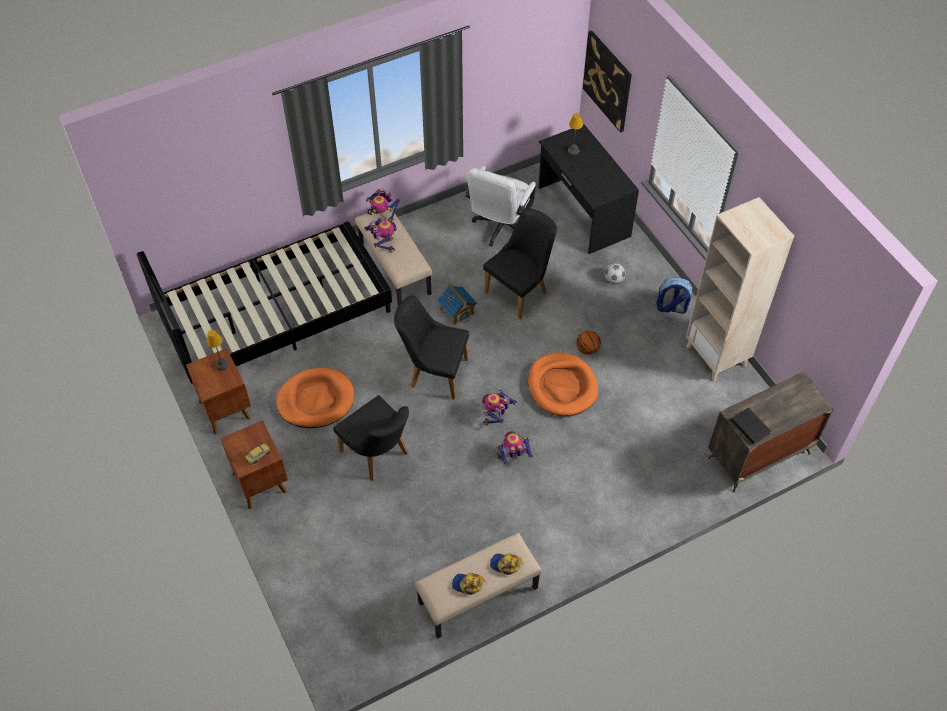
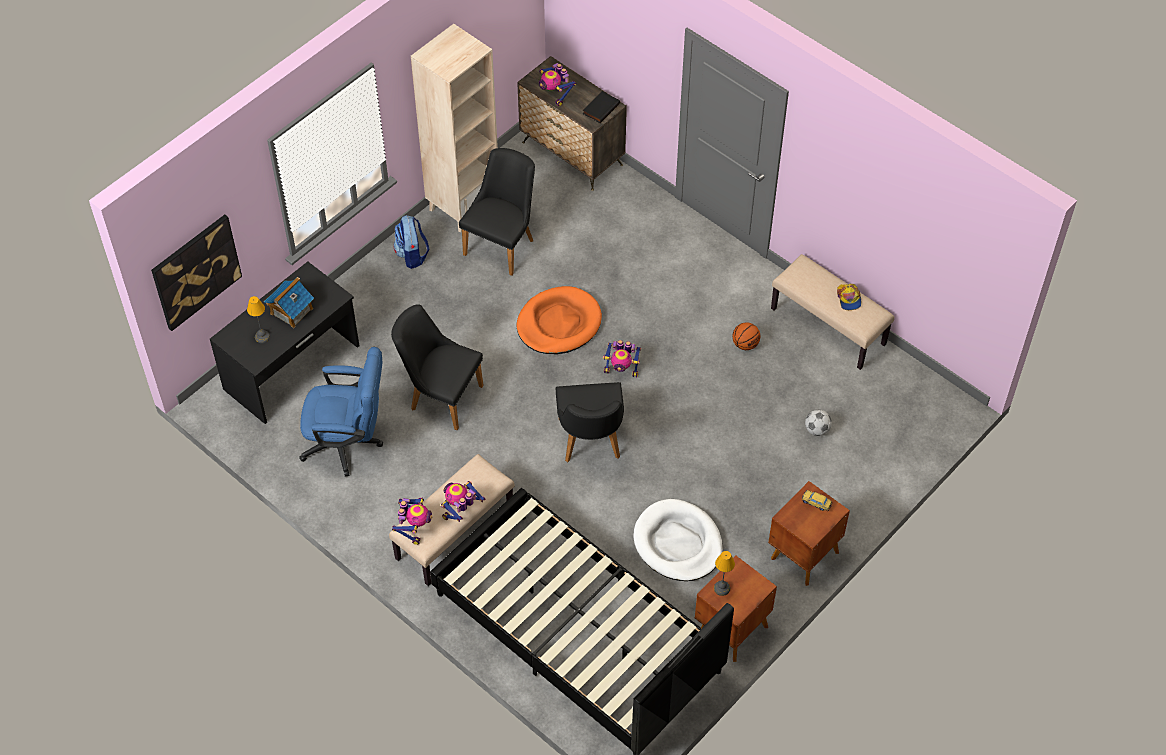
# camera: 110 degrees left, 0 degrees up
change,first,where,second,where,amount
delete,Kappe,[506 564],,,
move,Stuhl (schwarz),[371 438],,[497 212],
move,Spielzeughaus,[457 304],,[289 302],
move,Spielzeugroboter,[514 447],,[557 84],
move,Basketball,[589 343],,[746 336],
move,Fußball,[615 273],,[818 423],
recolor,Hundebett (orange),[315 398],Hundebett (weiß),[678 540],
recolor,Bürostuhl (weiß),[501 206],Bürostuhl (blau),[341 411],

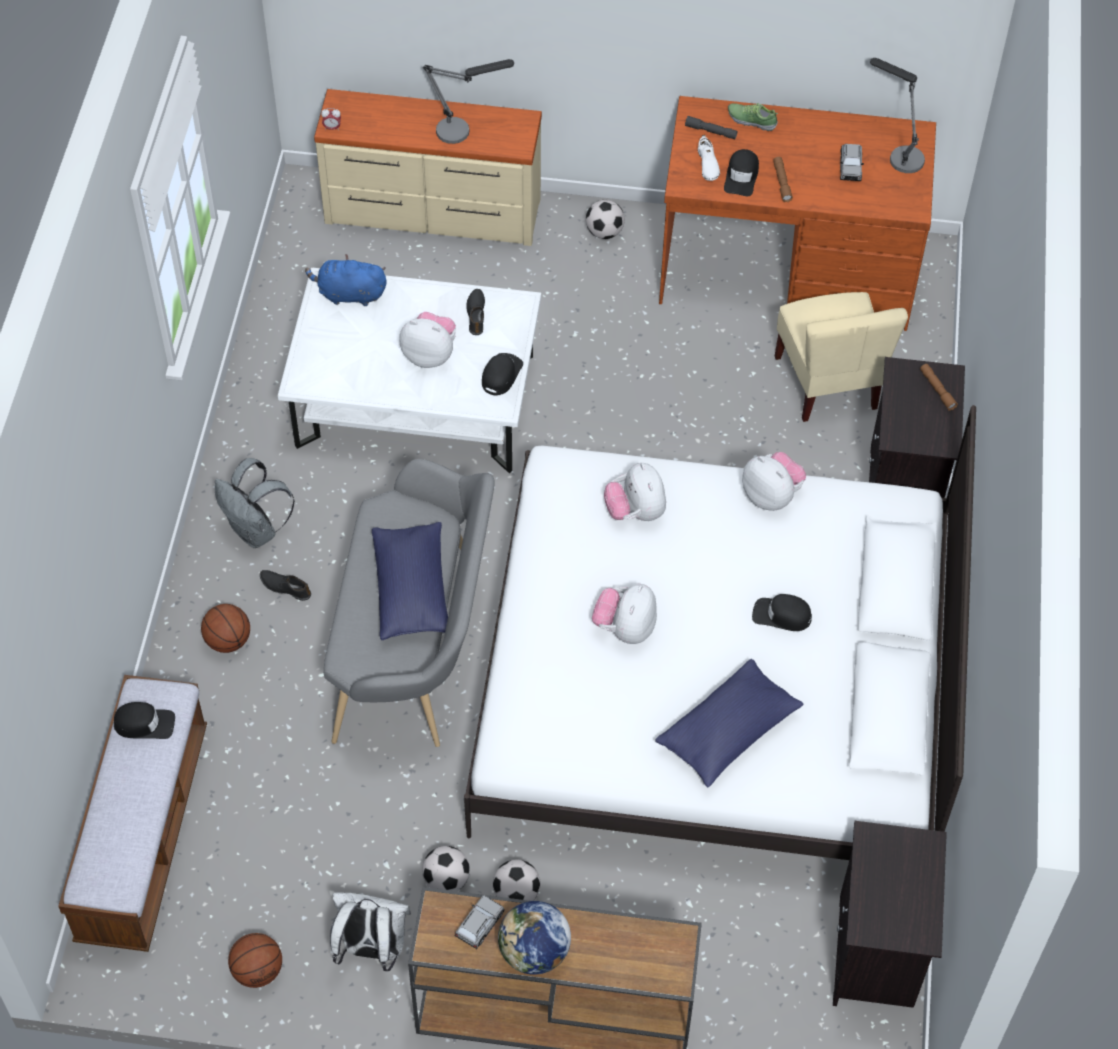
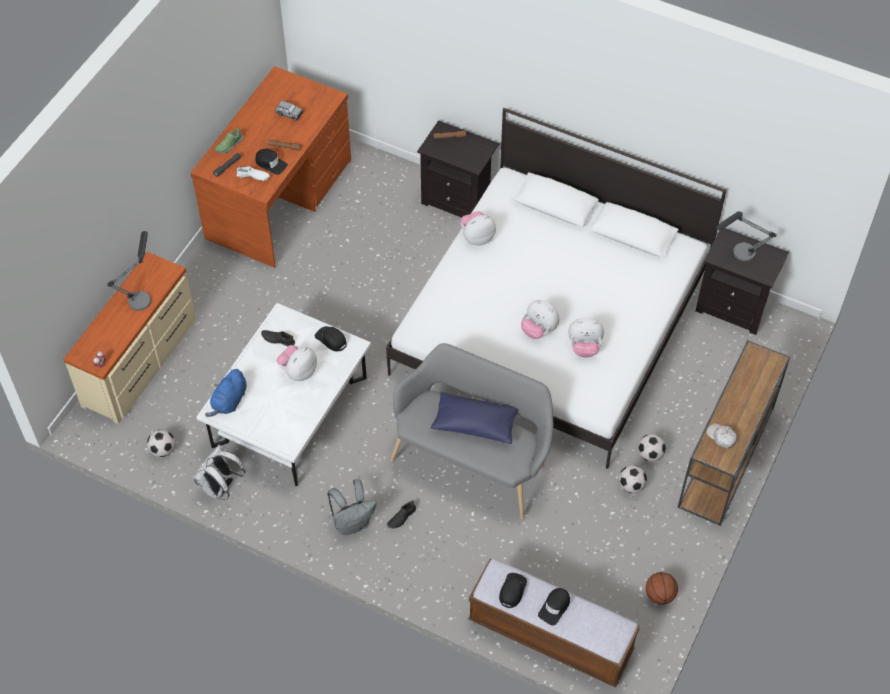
# camera: 70 degrees left, 0 degrees up
change,first,where,second,where,amount
delete,Basketball,[225 628],,,
delete,Globus,[534 938],,,
delete,Kissen (blau),[729 723],,,
delete,Stuhl (beige),[841 357],,,
move,Rucksack (weiß),[370 931],,[219 472],
move,Fußball,[605 219],,[161 443],
move,Plüschtier,[635 492],,[586 337],
move,Kappe (schwarz),[782 612],,[554 607],
move,Tischlampe,[897 115],,[746 236],
replace,Spielzeugauto (grau),[479 922],Kappe (weiß),[722 436],

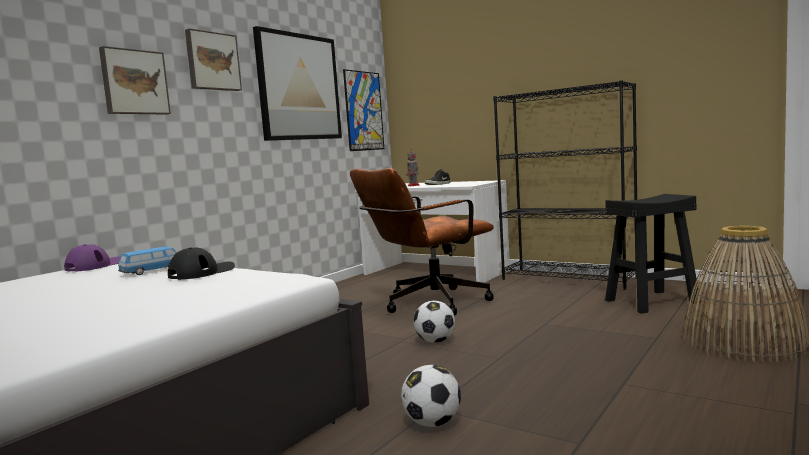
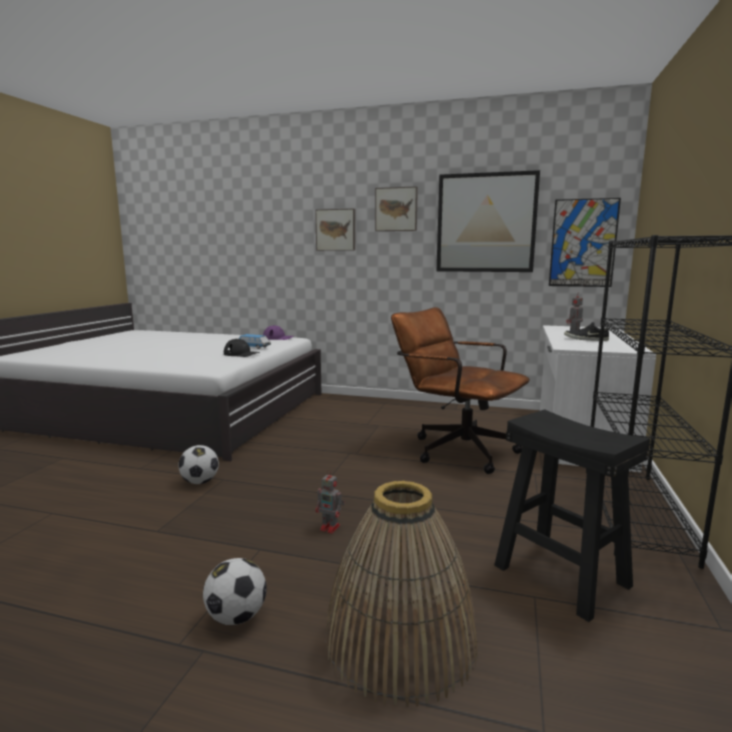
# camera: 70 degrees right, 5 degrees up
change,first,where,second,where,amount
insert,,,Spielzeugroboter,[330 502],
move,Fußball,[434 322],,[235 591],

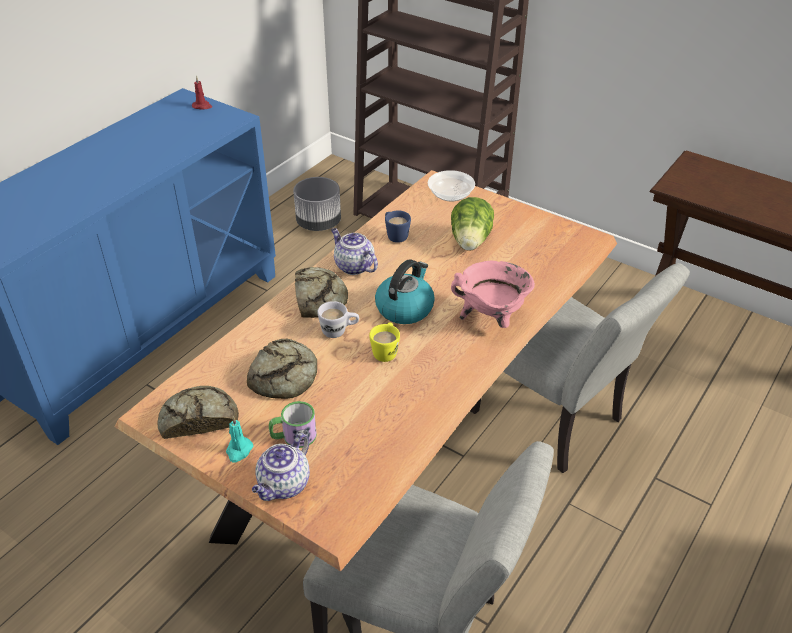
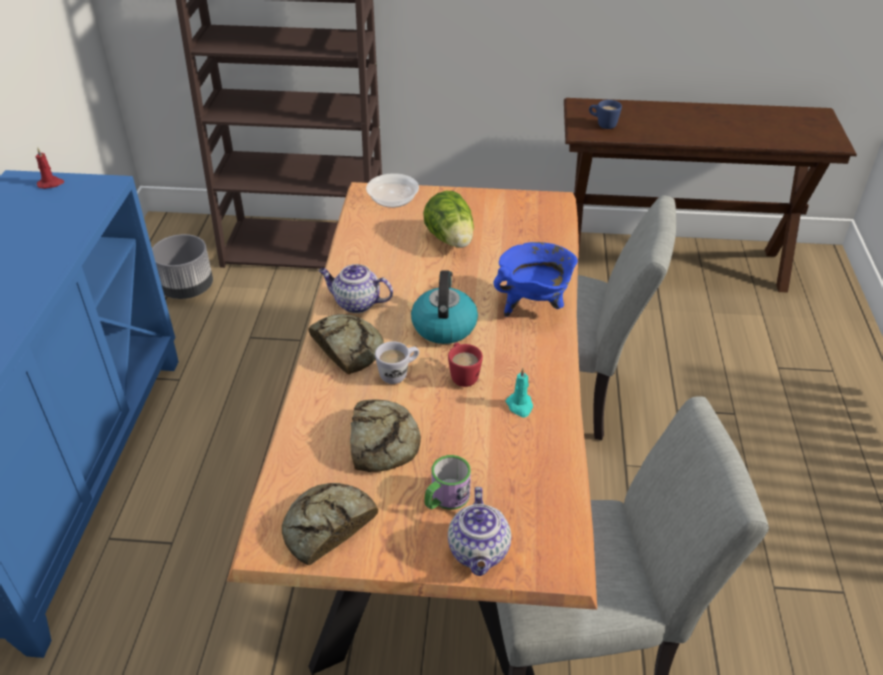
# camera: 30 degrees left, 0 degrees up
change,first,where,second,where,amount
move,Kerze (türkis),[239 439],,[519 392],
move,Henkelbecher (blau),[398 226],,[605 114],
recolor,Henkelbecher (gelb),[384 342],Henkelbecher (rot),[465 365],
recolor,Kochtopf (rosa),[493 294],Kochtopf (blau),[536 279],

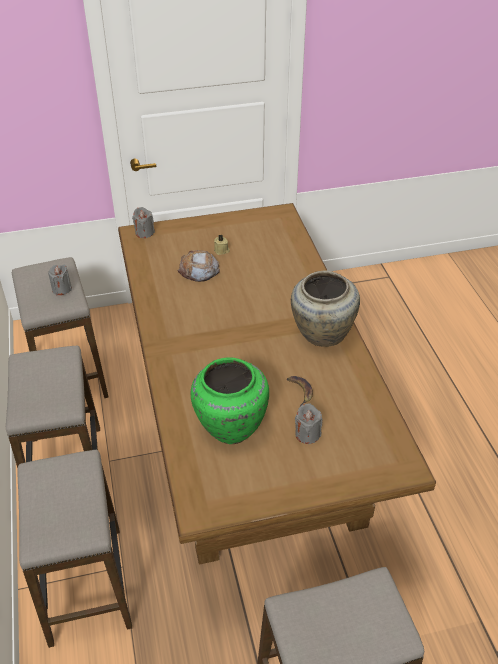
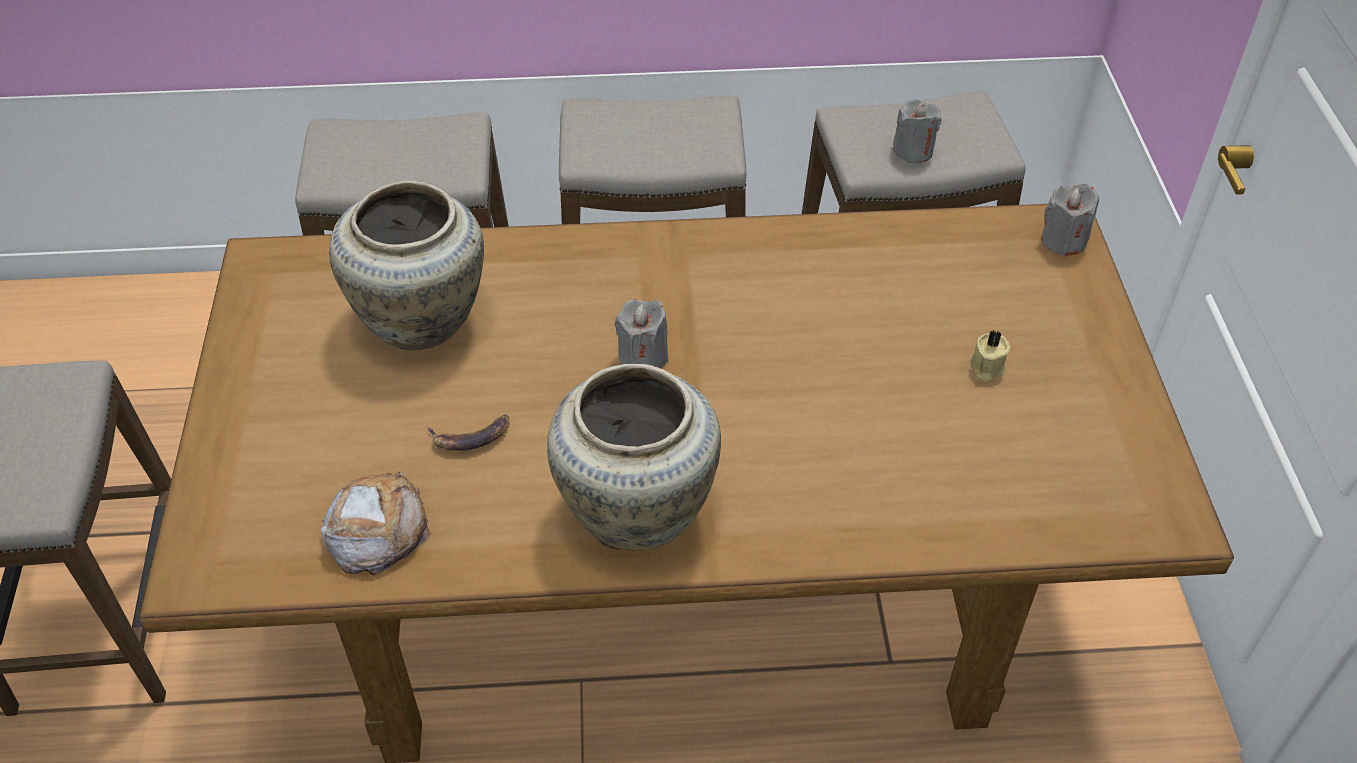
# camera: 100 degrees right, 5 degrees up
change,first,where,second,where,amount
move,Brot,[199 266],,[376 523],
move,Kerze (grau),[308 423],,[642 333],
recolor,Vase (grün),[230 400],Vase (beige),[406 265],

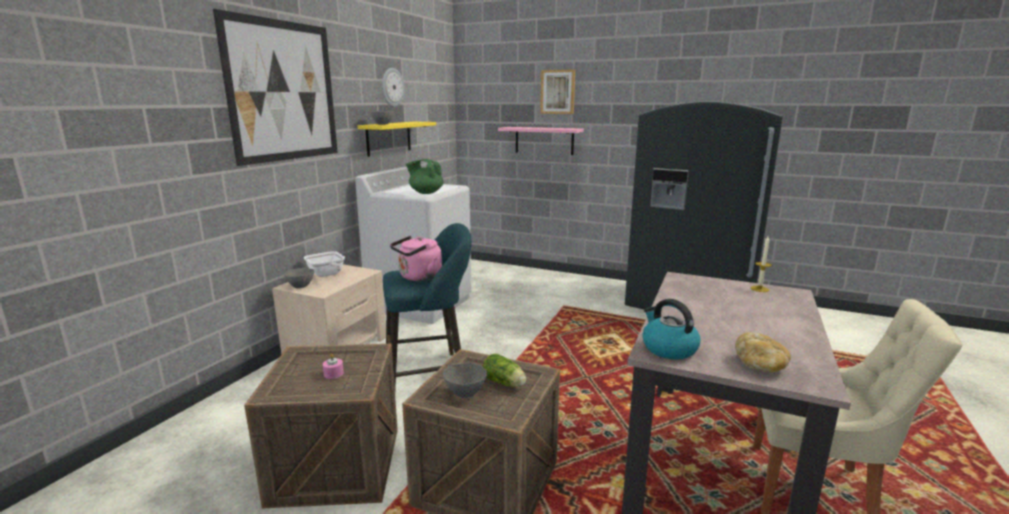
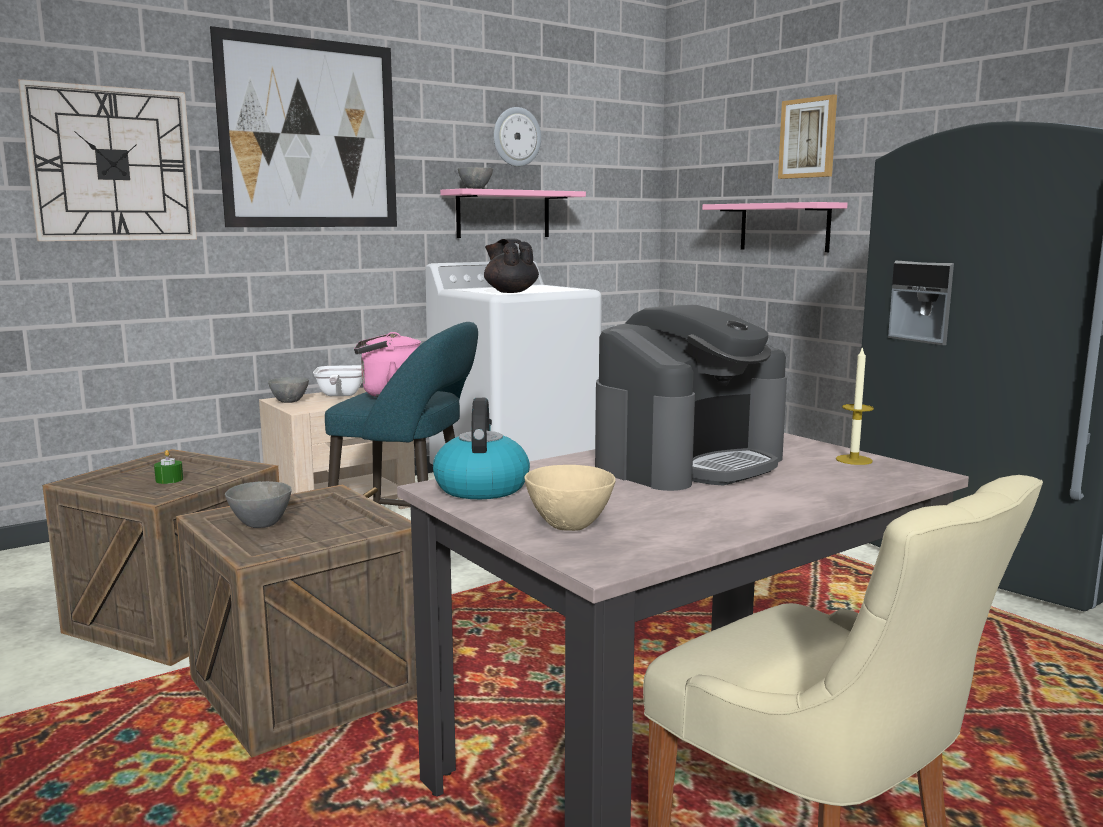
# camera: 30 degrees right, 5 degrees down
change,first,where,second,where,amount
delete,Salatkopf,[504 370],,,
insert,,,Wanduhr,[107 160],
insert,,,Kaffeemaschine,[691 398],
replace,Brot,[763 352],Schüssel (beige),[570 498],
recolor,Kerze (rosa),[333 366],Kerze (grün),[168 467],
recolor,Wandregal (gelb),[397 139],Wandregal (rosa),[513 213],
recolor,Teekanne (grün),[425 176],Teekanne (schwarz),[511 265],

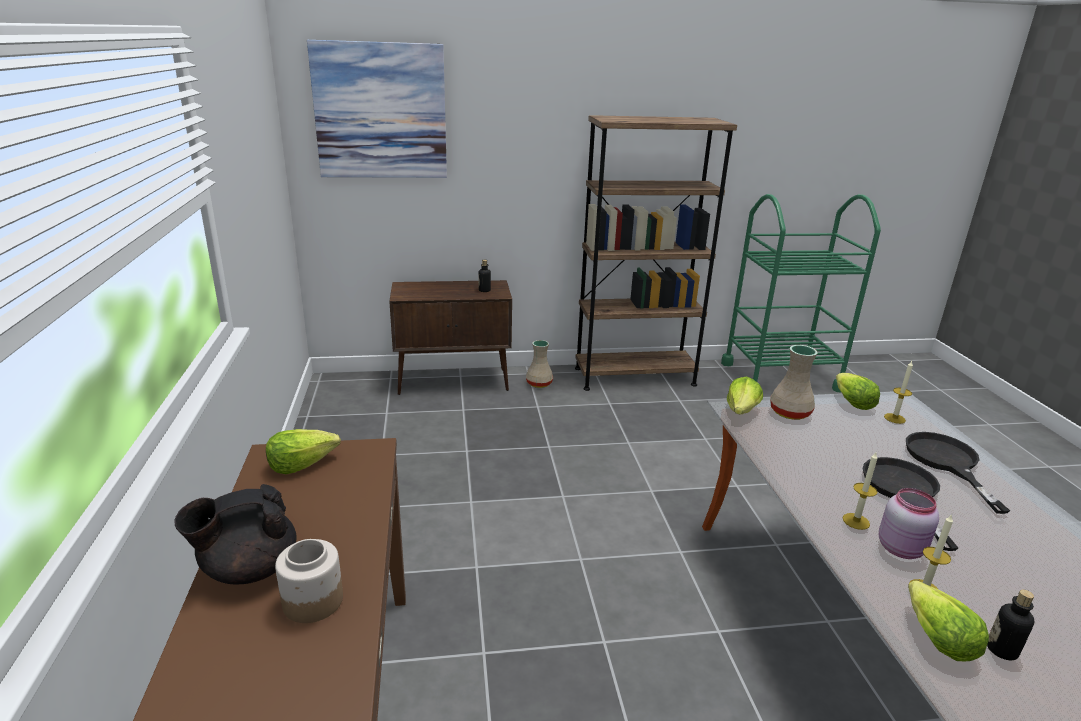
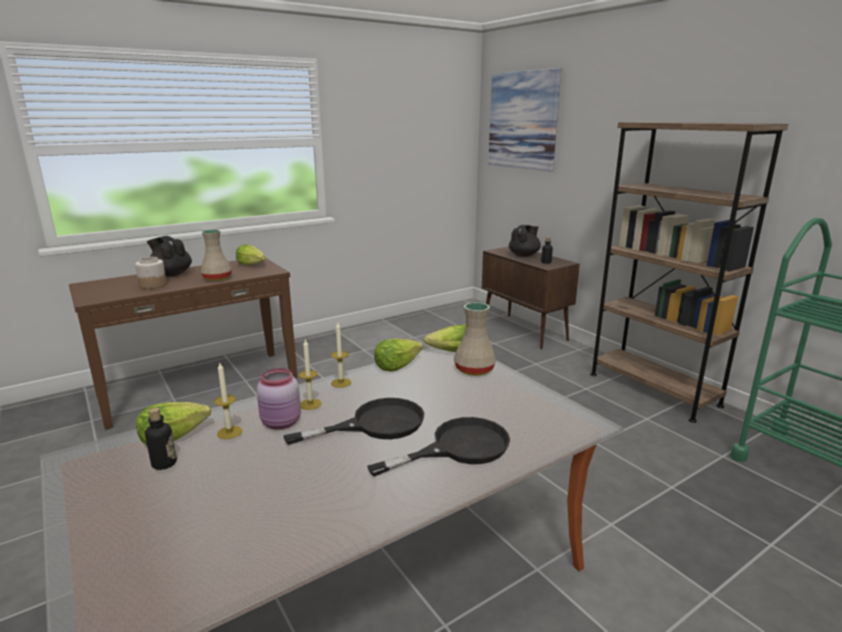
# camera: 65 degrees right, 5 degrees down
change,first,where,second,where,amount
insert,,,Teekanne (schwarz),[525 241],
move,Vase (beige),[539 364],,[216 255],
move,Salatkopf,[858 391],,[398 355],
move,Kerze,[898 392],,[341 355],

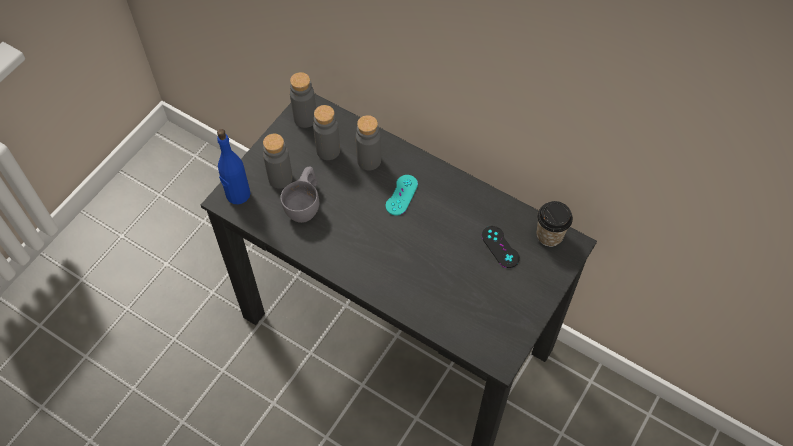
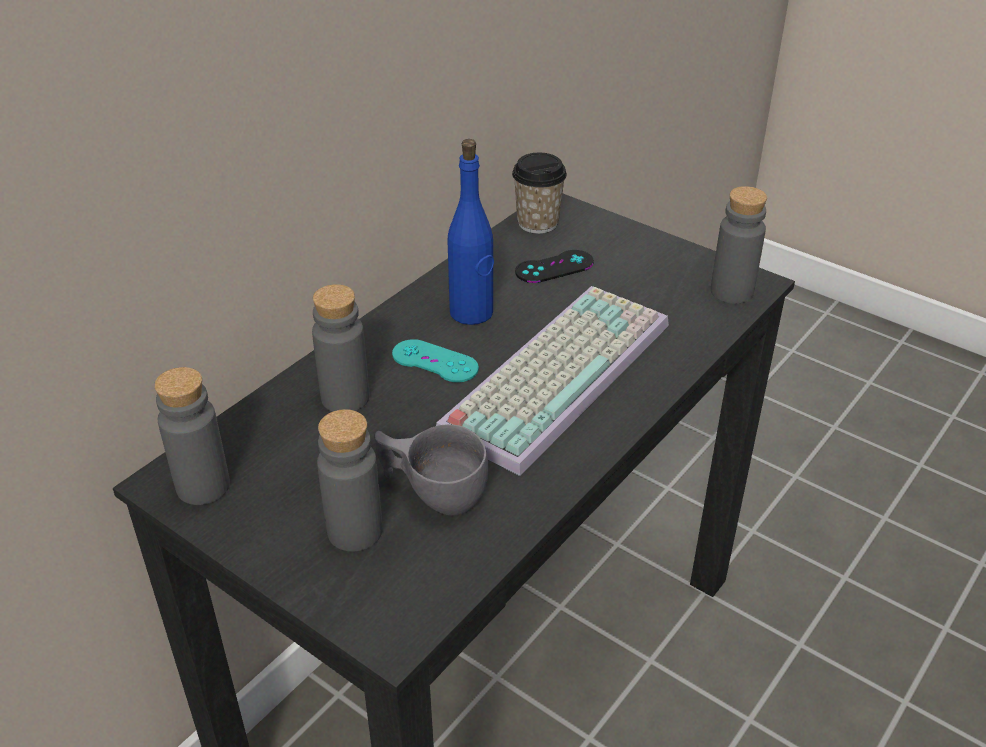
# camera: 85 degrees left, 20 degrees down
change,first,where,second,where,amount
insert,,,Tastatur,[552 381],
move,Flasche (blau),[233 166],,[470 232],
move,Flasche (grau),[326 132],,[739 245],

